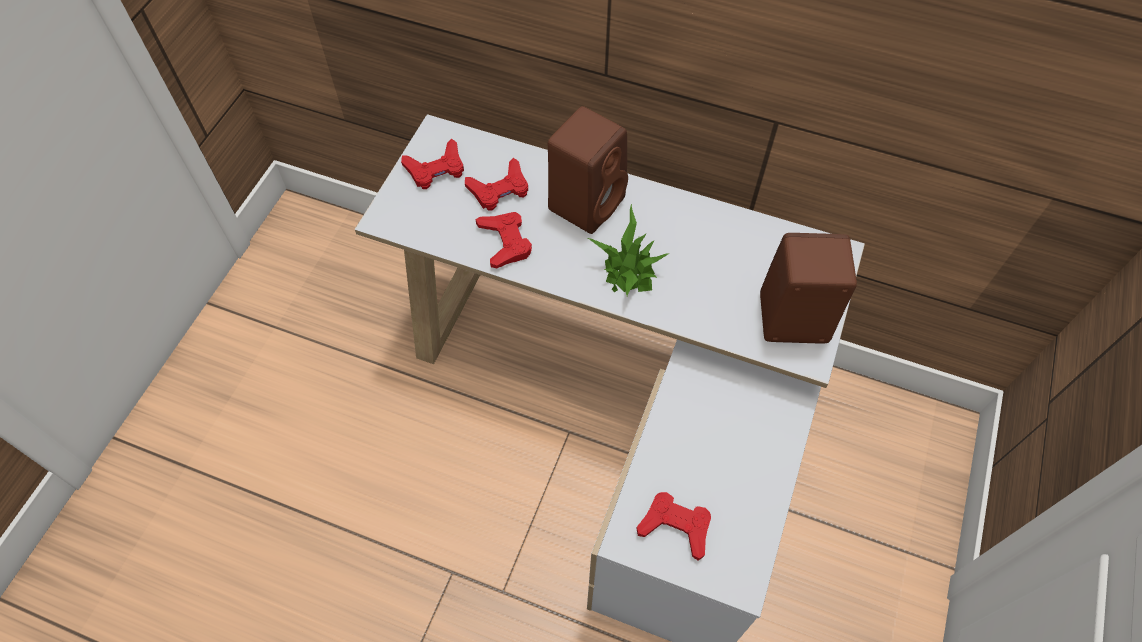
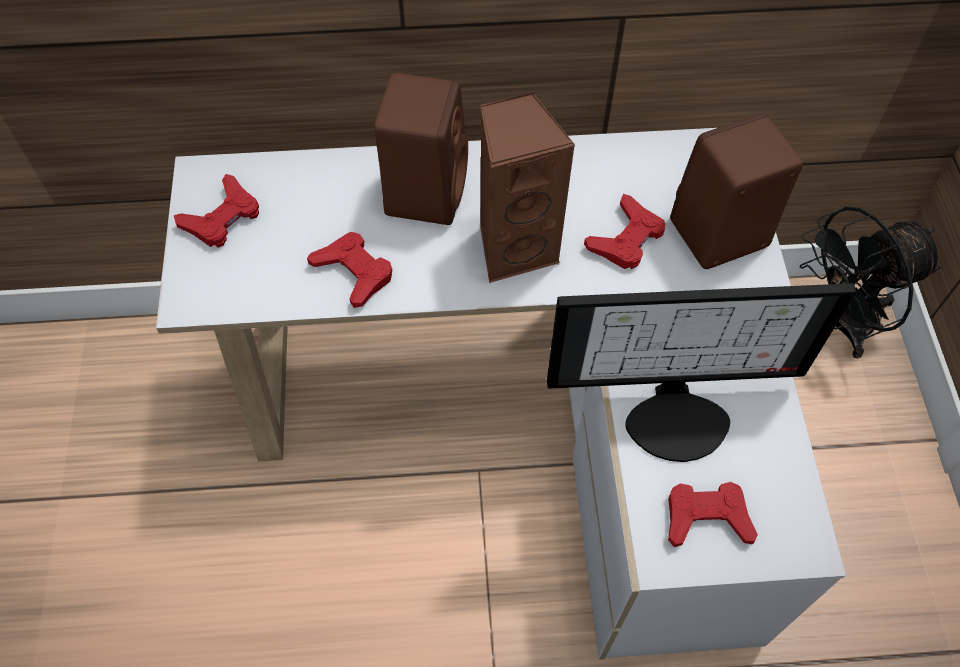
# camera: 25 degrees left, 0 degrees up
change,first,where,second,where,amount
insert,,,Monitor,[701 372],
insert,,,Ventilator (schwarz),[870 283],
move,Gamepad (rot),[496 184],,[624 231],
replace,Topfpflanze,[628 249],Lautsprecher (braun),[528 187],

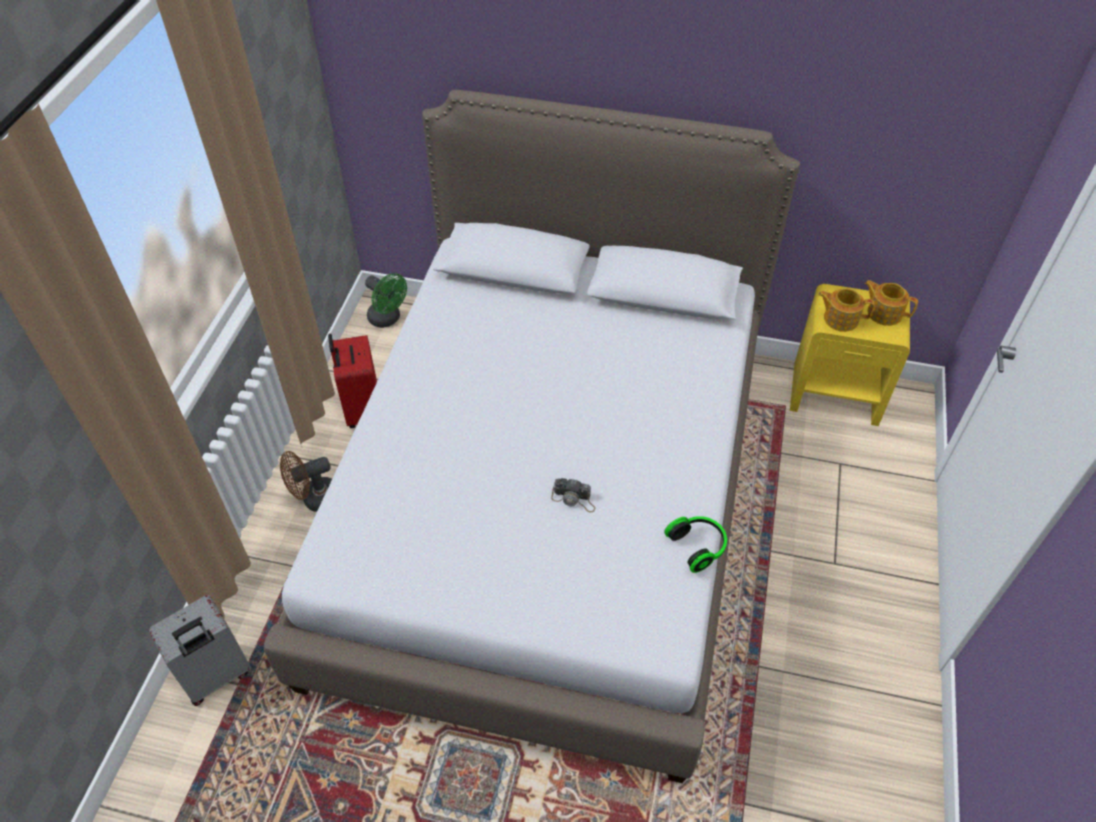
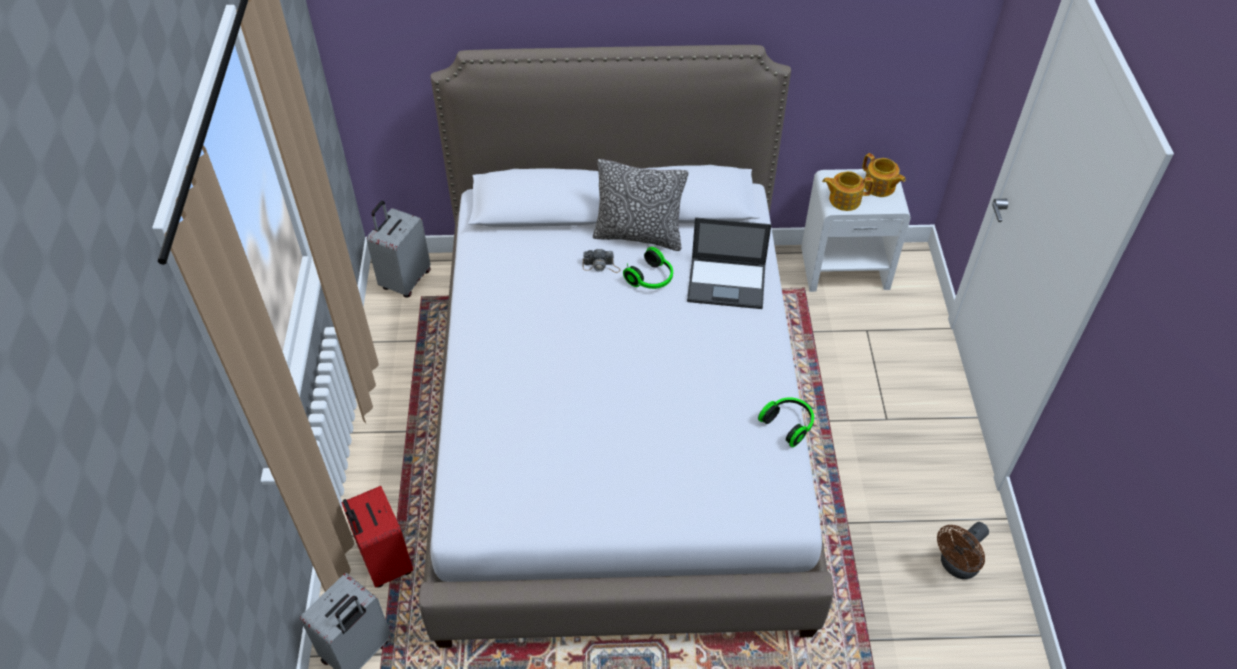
# camera: 15 degrees left, 0 degrees up
change,first,where,second,where,amount
insert,,,Kissen,[641 205],
insert,,,Kopfhörer,[648 268],
insert,,,Laptop,[729 263],
move,Ventilator (braun),[306 481],,[963 550],
move,Koffer (rot),[352 381],,[377 537],
move,Kamera,[573 495],,[602 260],
replace,Ventilator (grün),[386 300],Koffer (grau),[399 249],
recolor,Nachttisch (gelb),[850 355],Nachttisch (weiß),[856 230],
rotate,Teekanne,[891 303],,[884 175],150 degrees counterclockwise

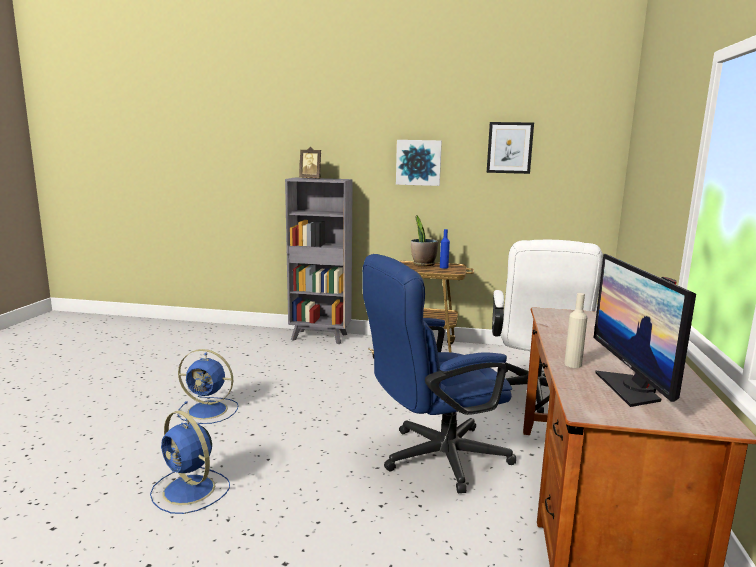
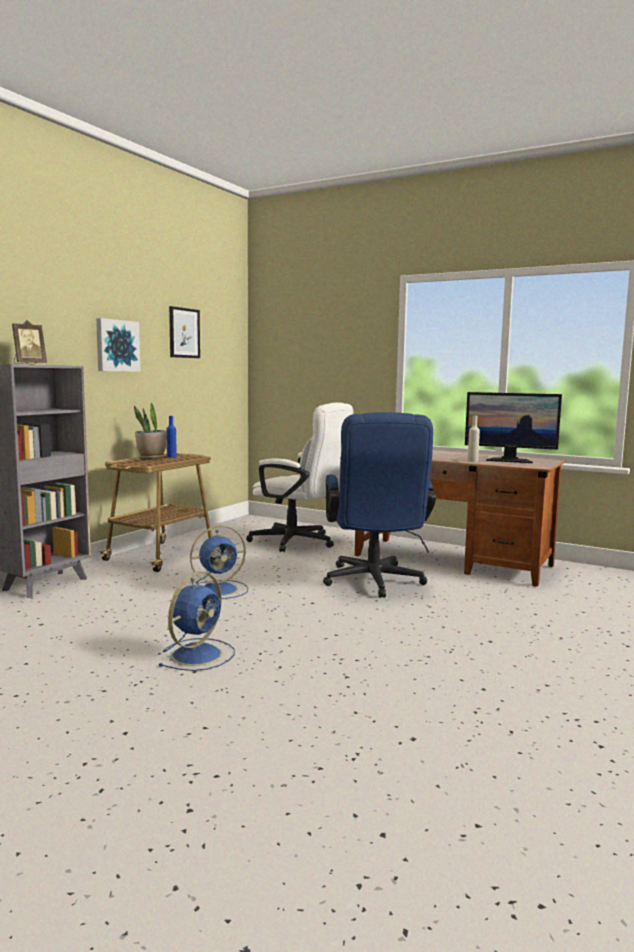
# camera: 70 degrees left, 5 degrees down
change,first,where,second,where,amount
move,Ventilator (blau),[190 462],,[219 562],

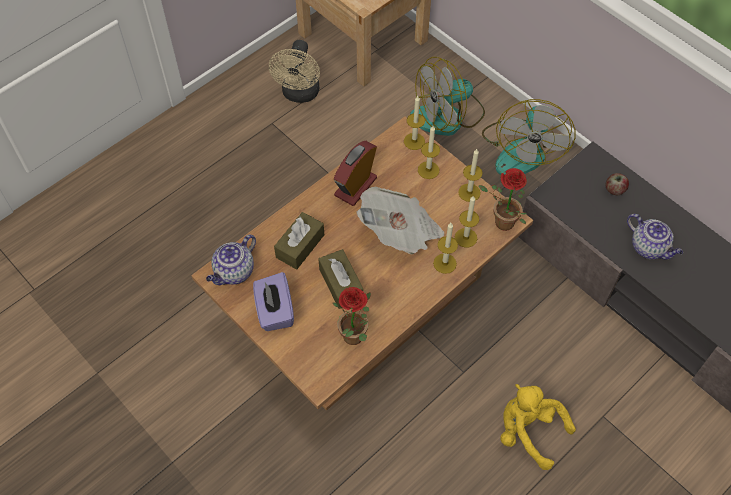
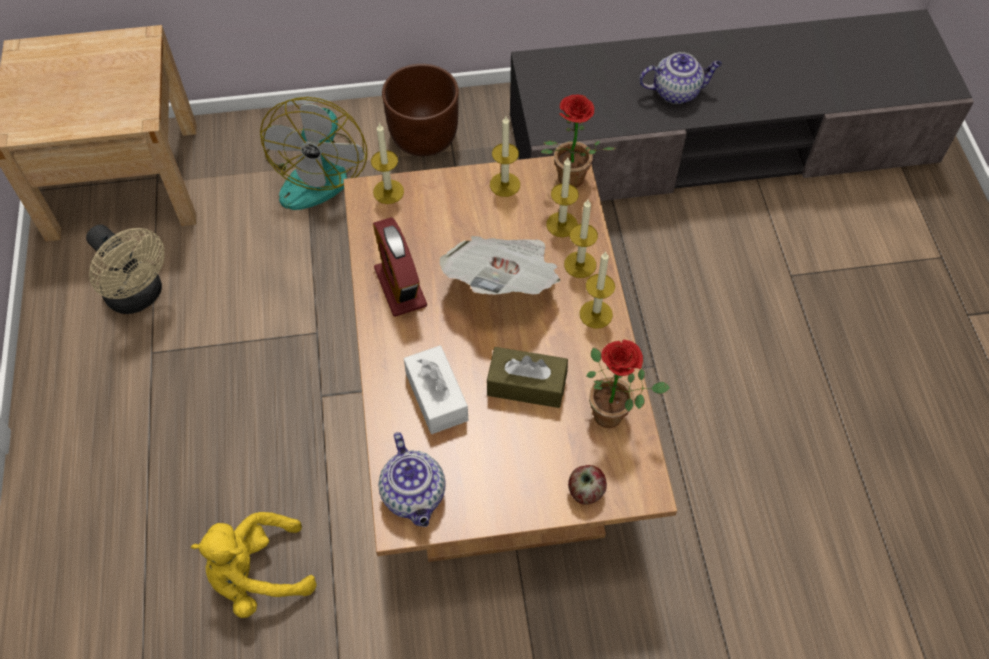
# camera: 55 degrees left, 0 degrees up
change,first,where,second,where,amount
delete,Taschentuchbox (lila),[273 301],,,
move,Kerze,[429 152],,[597 290],
move,Plüschtier (gelb),[538 427],,[254 565],
move,Apfel,[617 184],,[587 485],
replace,Ventilator,[529 137],Pflanzkübel (braun),[420 110],
recolor,Taschentuchbox (braun),[299 241],Taschentuchbox (weiß),[436 389],

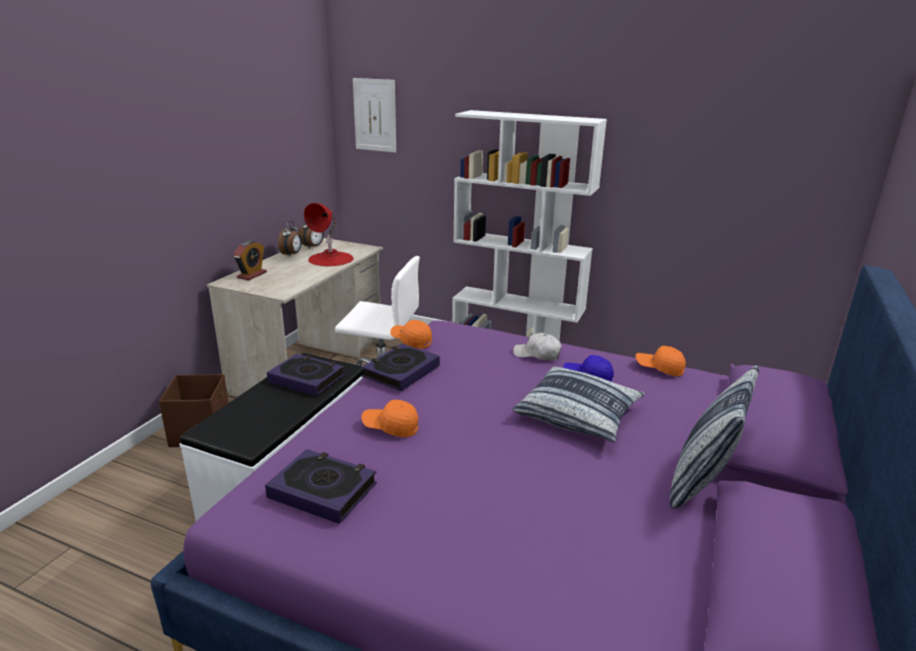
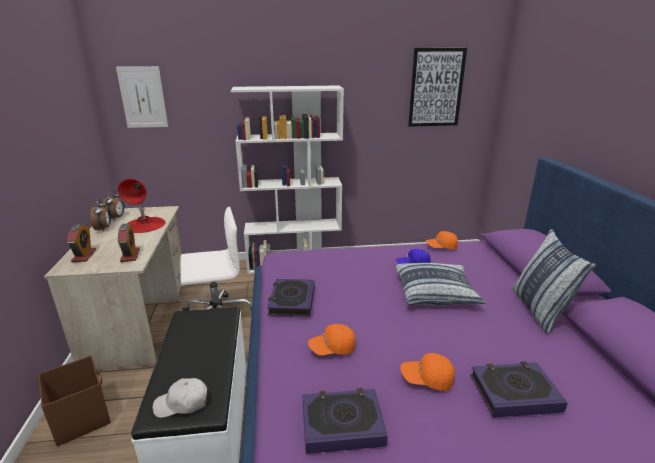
# camera: 30 degrees left, 0 degrees up
change,first,where,second,where,amount
insert,,,Wecker,[129 243],
insert,,,Bild,[437 87],
move,Buch,[306 375],,[518 389],
move,Kappe (orange),[411 334],,[427 372],
move,Kappe (weiß),[537 346],,[180 398],

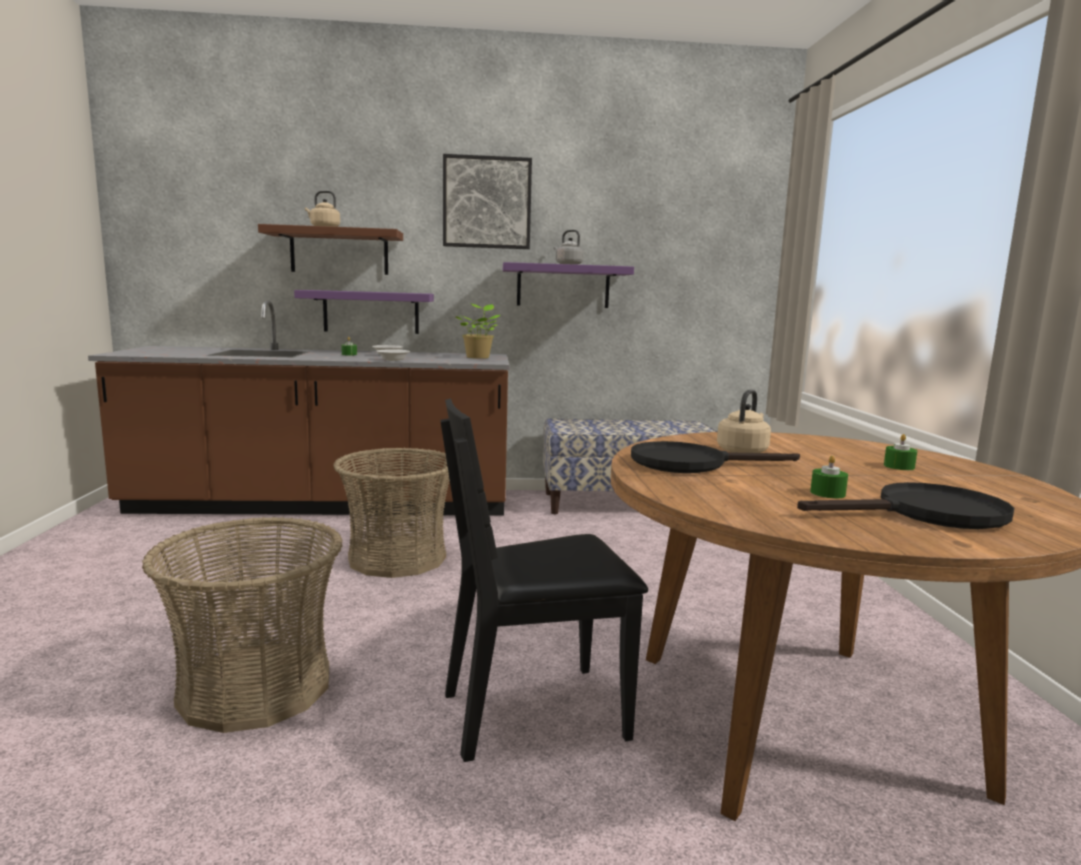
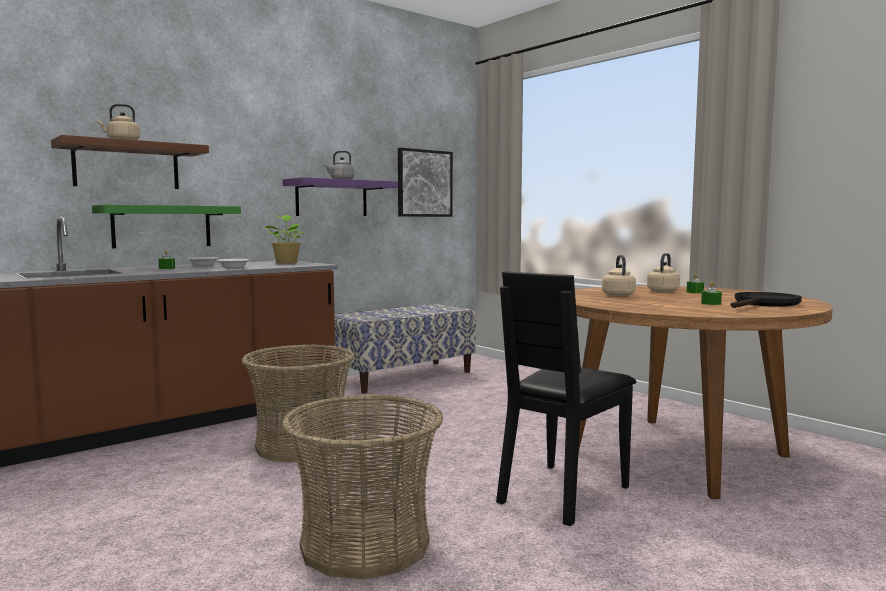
# camera: 35 degrees left, 5 degrees down
change,first,where,second,where,amount
delete,Pfanne (schwarz),[715 457],,,
insert,,,Wasserkessel (beige),[663 272],
move,Bild,[487 201],,[425 182],
recolor,Wandregal (lila),[364 312],Wandregal (grün),[166 226],

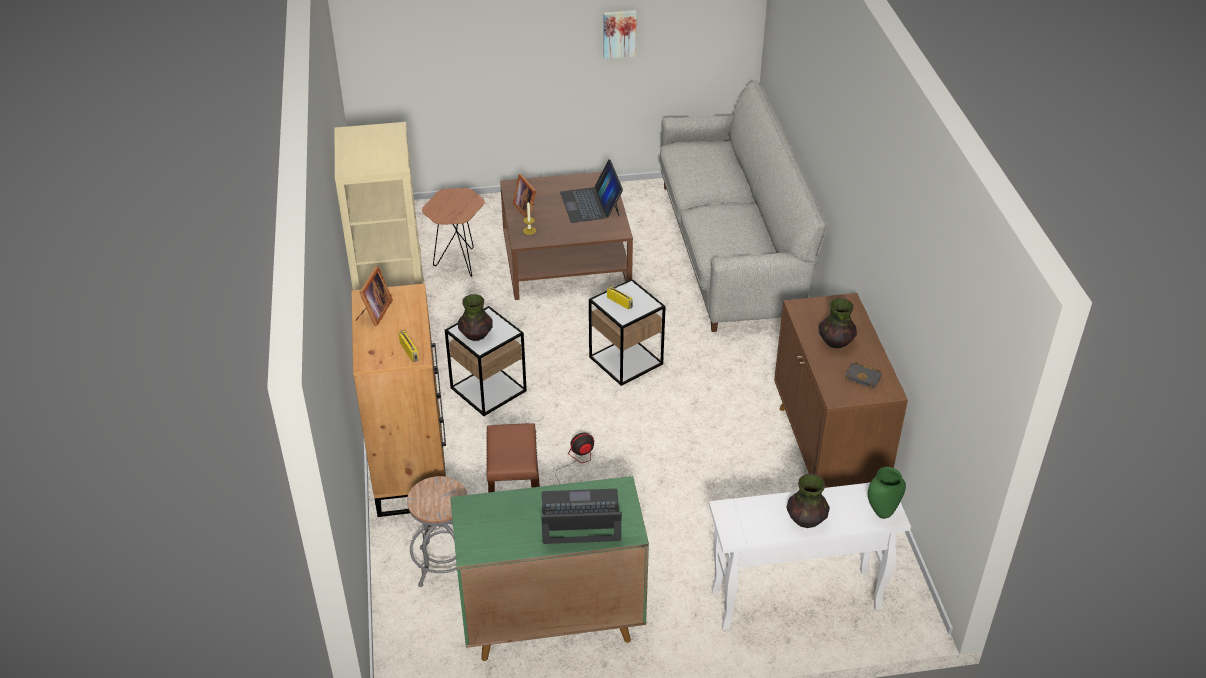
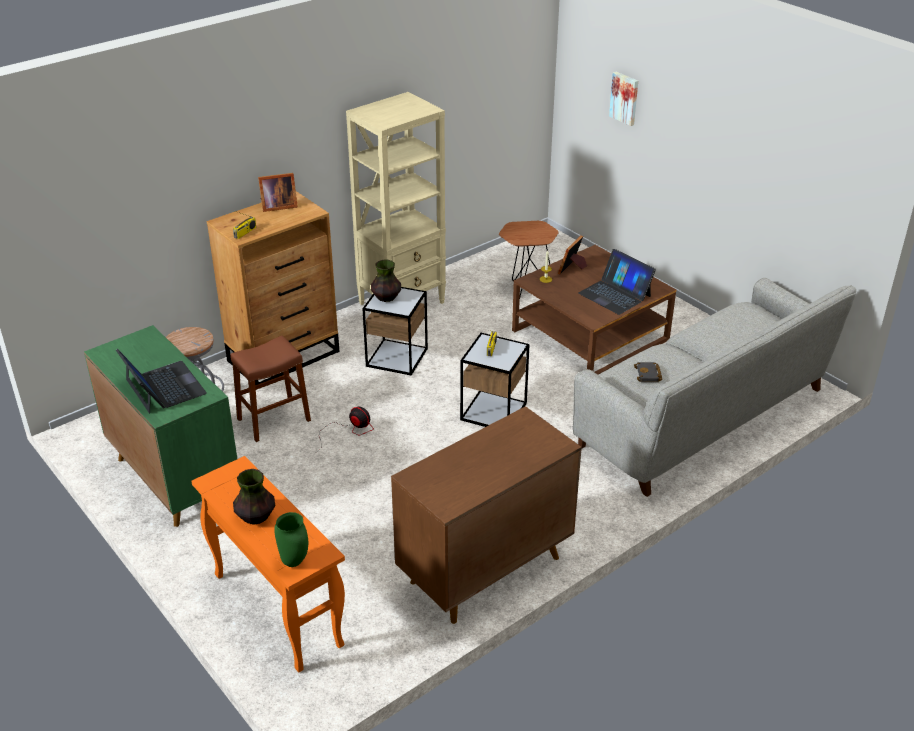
# camera: 60 degrees right, 5 degrees down
change,first,where,second,where,amount
delete,Vase,[838 323],,,
move,Bild,[620 34],,[623 99],
move,Buch (schwarz),[863 375],,[648 372],
recolor,Konsolentisch (weiß),[810 556],Konsolentisch (orange),[268 564],
rotate,Laptop,[591 191],,[617 282],90 degrees counterclockwise

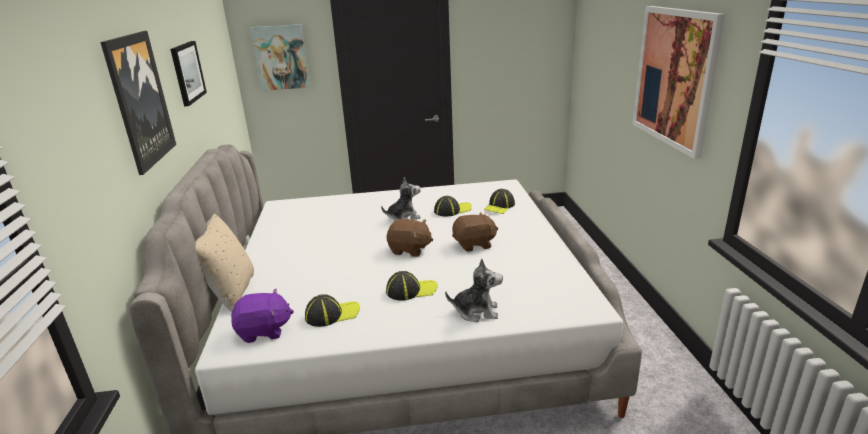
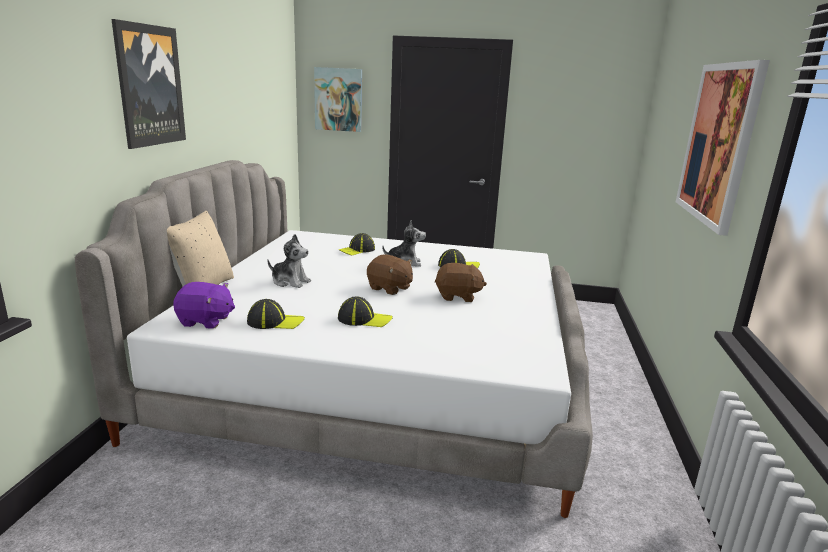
# camera: 15 degrees right, 5 degrees down
change,first,where,second,where,amount
delete,Bild,[188 74],,,
move,Plüschtier,[474 290],,[289 261],
move,Kappe,[499 201],,[356 244],

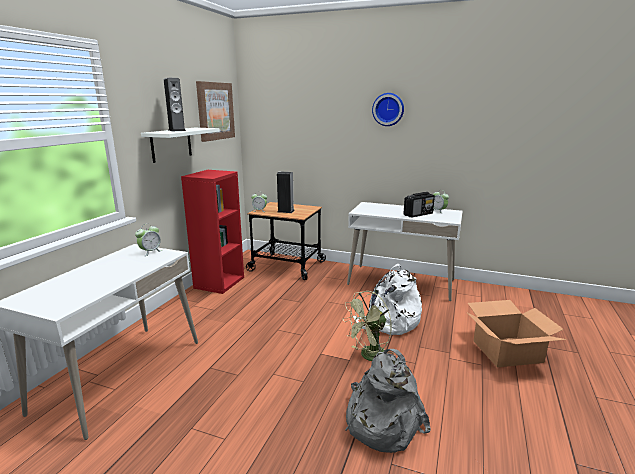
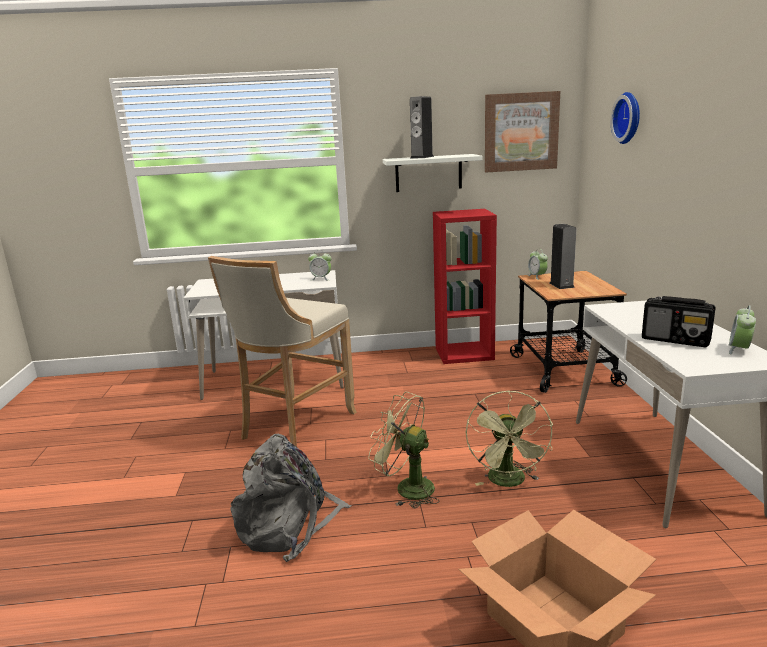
# camera: 65 degrees right, 0 degrees up
change,first,where,second,where,amount
insert,,,Hocker (beige),[282 351],
move,Wanduhr,[388 109],,[625 118],
replace,Rucksack (weiß),[387 299],Ventilator (grün),[509 438],

